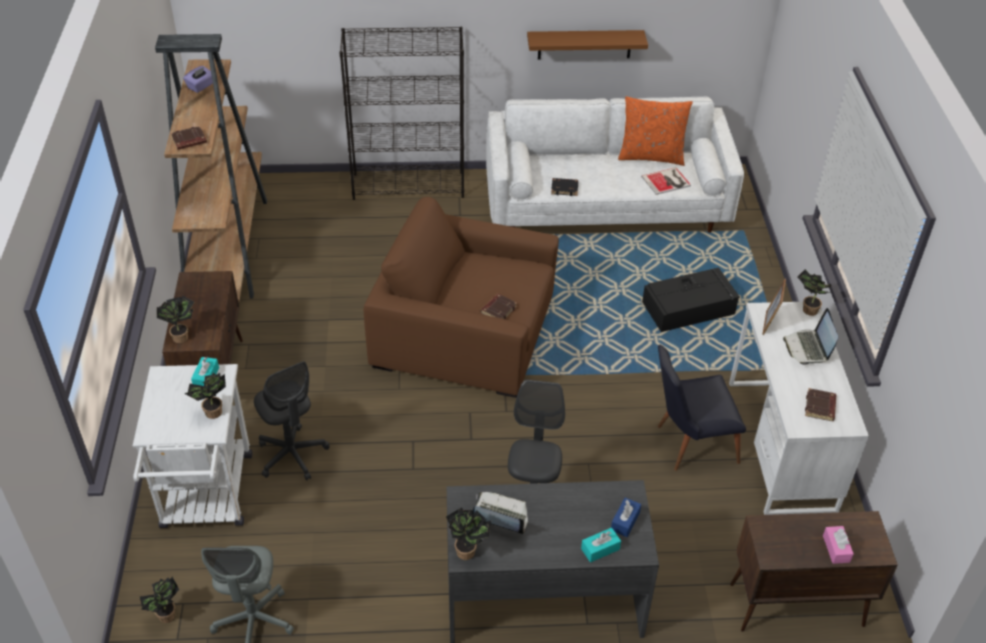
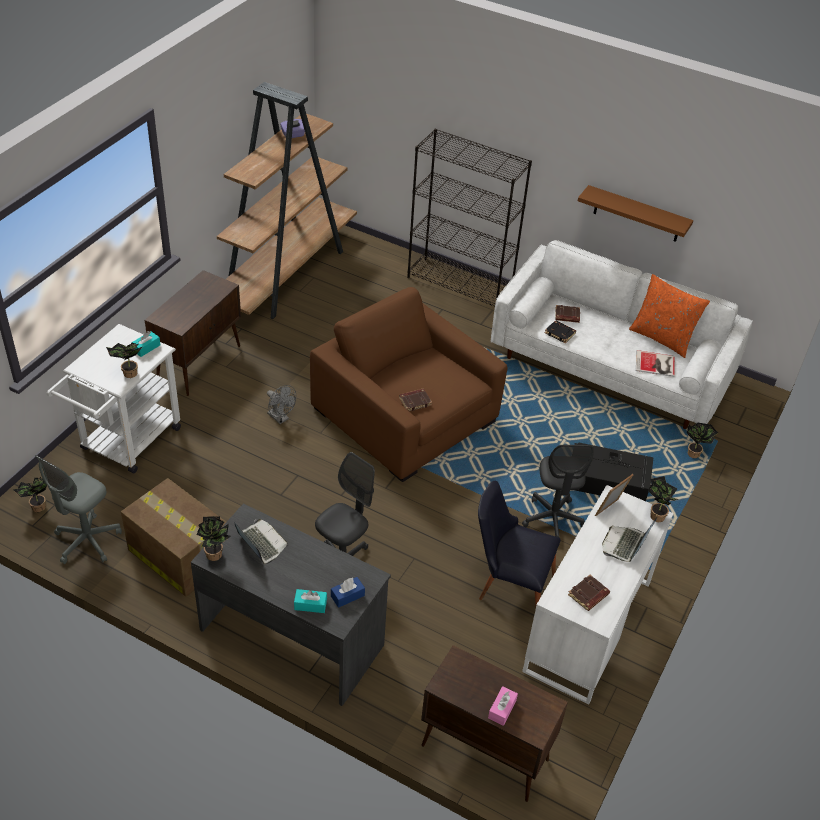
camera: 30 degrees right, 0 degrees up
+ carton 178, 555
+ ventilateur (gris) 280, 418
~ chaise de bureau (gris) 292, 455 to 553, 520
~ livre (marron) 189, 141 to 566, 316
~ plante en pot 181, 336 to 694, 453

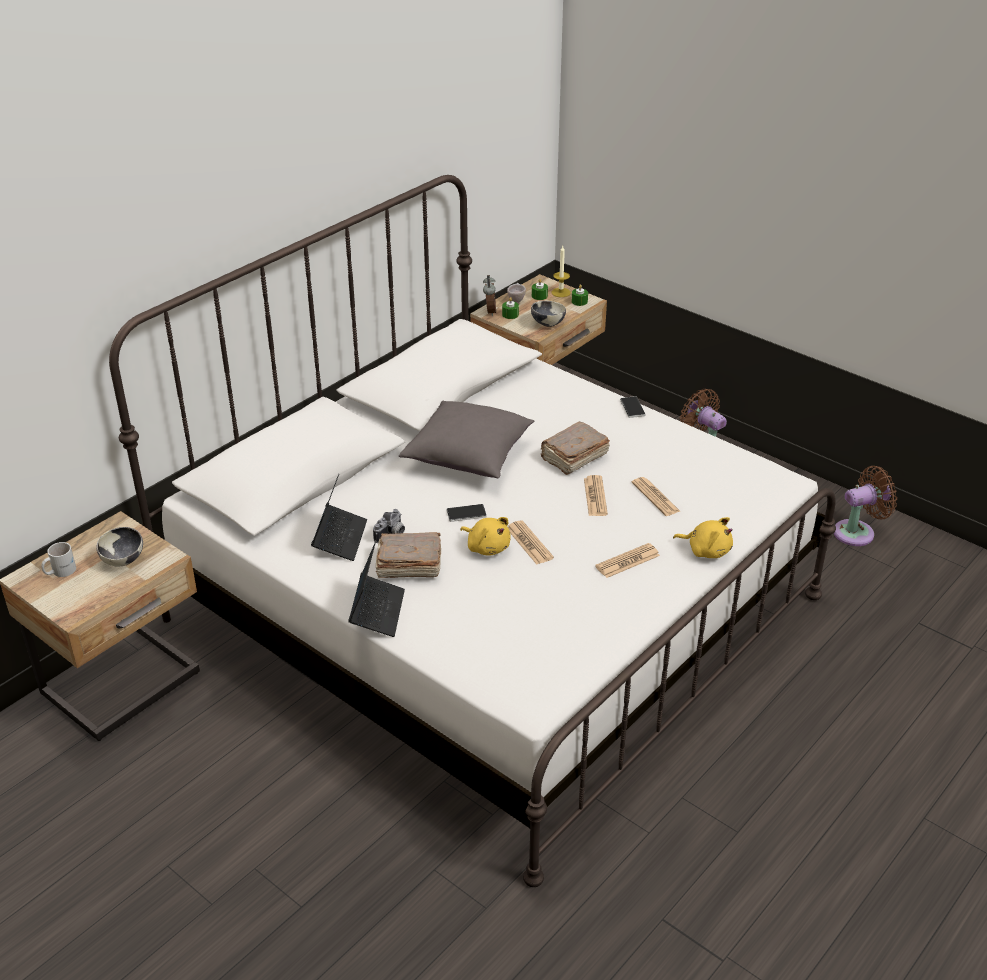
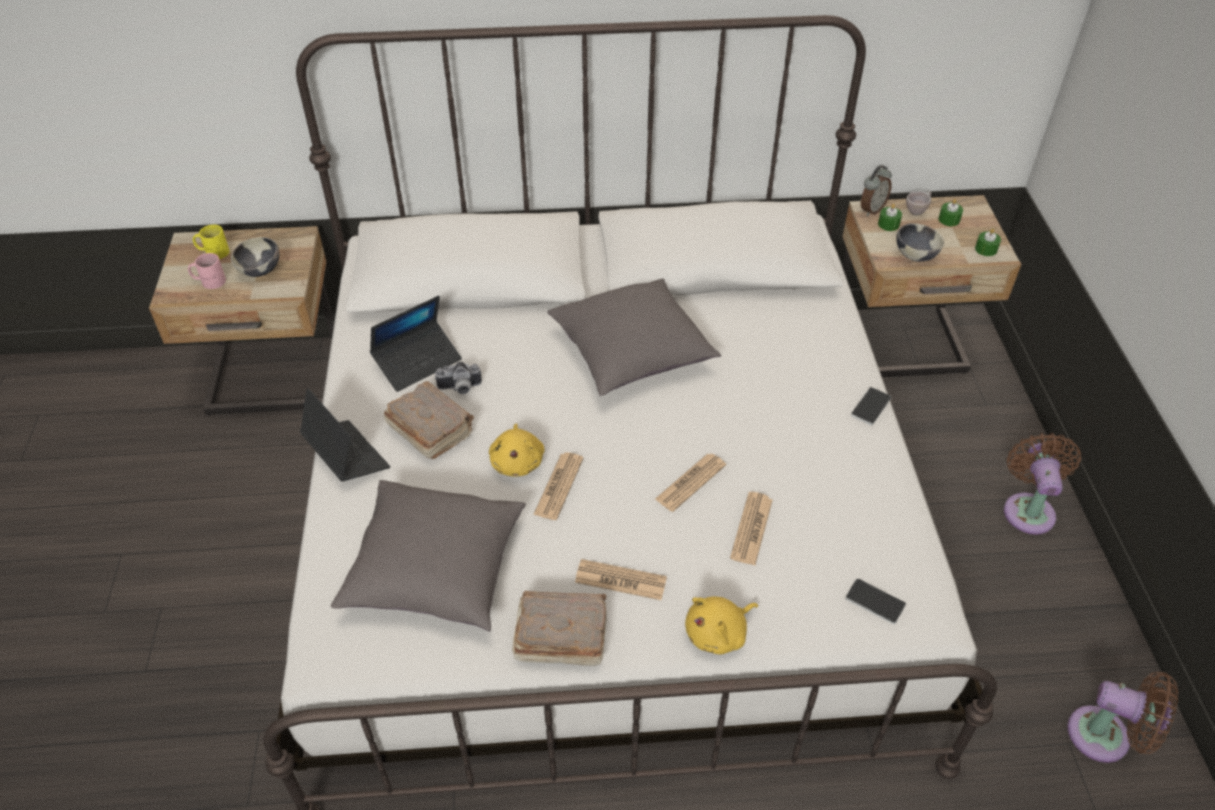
camera: 45 degrees right, 10 degrees up
+ mug (rose) 209, 280
~ mug (blanc) 59, 571 to mug (jaune) 213, 251
~ ordinateur portable 377, 611 = 346, 456 90 degrees counterclockwise
+ coussin (gris) 435, 572
~ livre (marron) 573, 457 to 559, 637
~ peluche (jaune) 706, 550 = 718, 633 75 degrees clockwise
~ téléphone 466, 514 to 875, 602
- bougie 561, 292

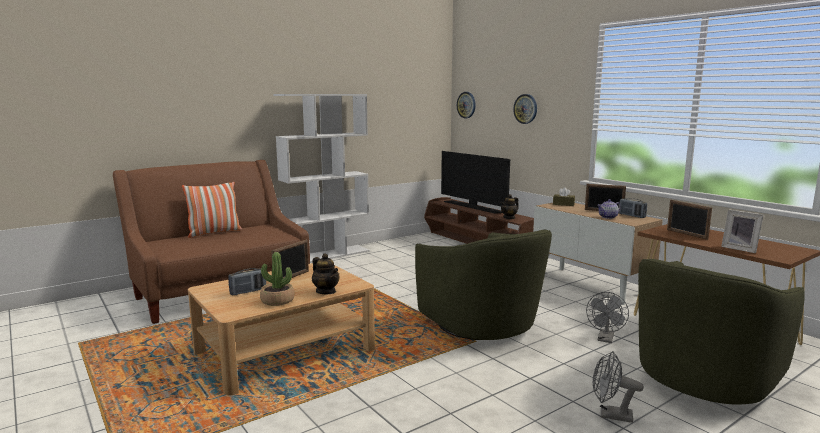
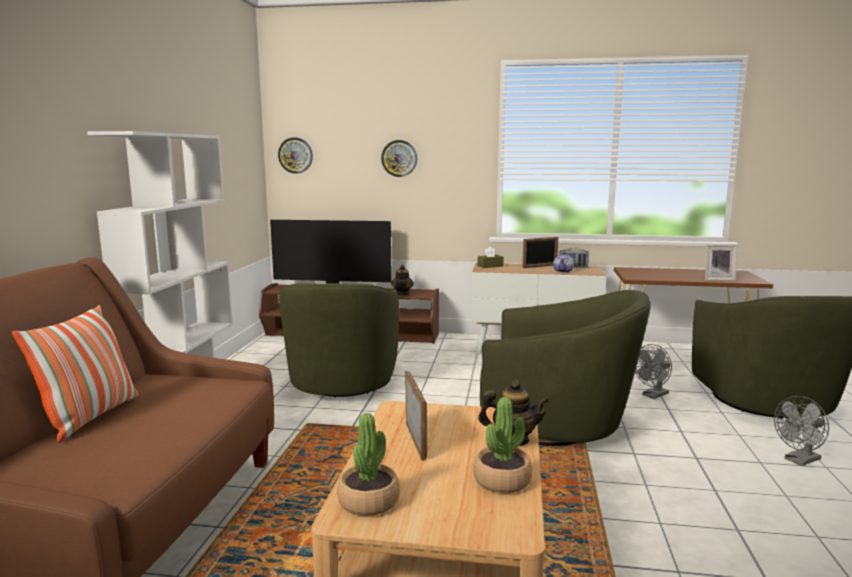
camera: 45 degrees left, 0 degrees up
+ fauteuil (vert) 342, 385
+ plante en pot 369, 501
~ ventilateur (gris) 605, 339 = 653, 395 75 degrees clockwise
- radio 248, 291
- cadre photo 686, 234

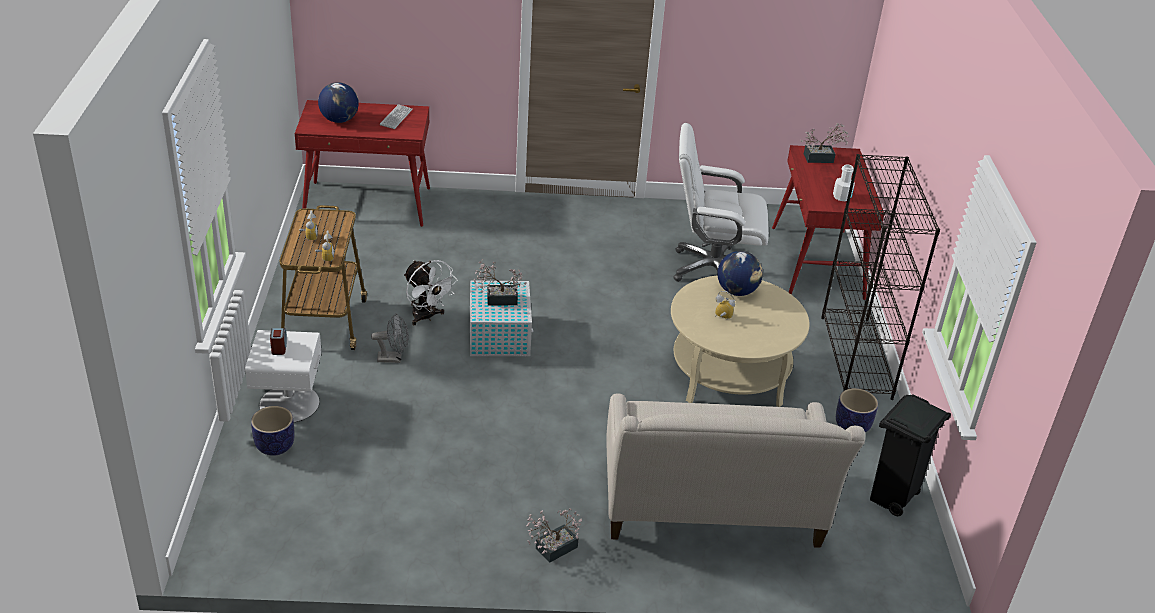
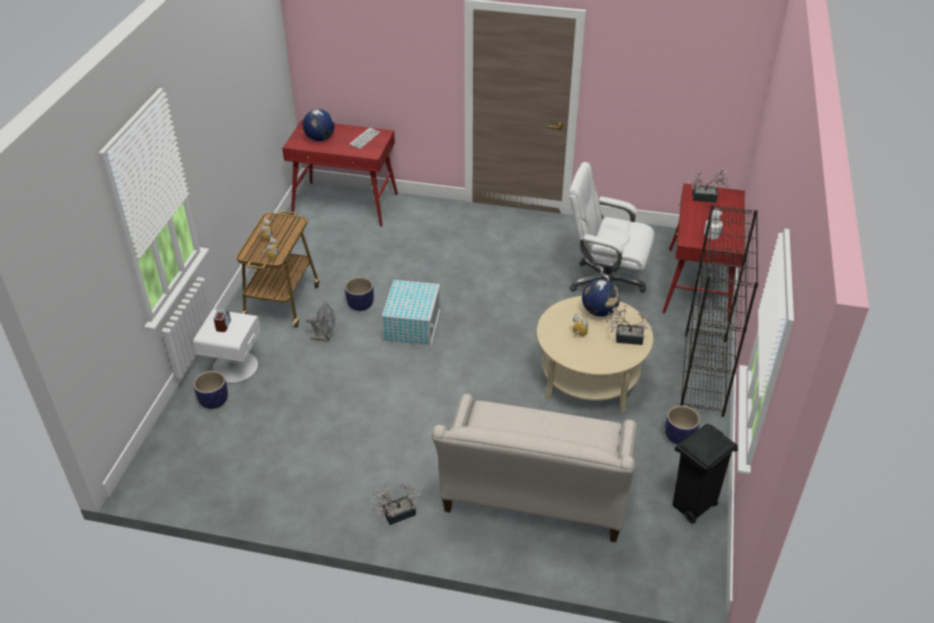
camera: 15 degrees right, 5 degrees up
~ ventilateur (blanc) 426, 317 to cache-pot 360, 304
~ plante en pot 497, 299 to 625, 337

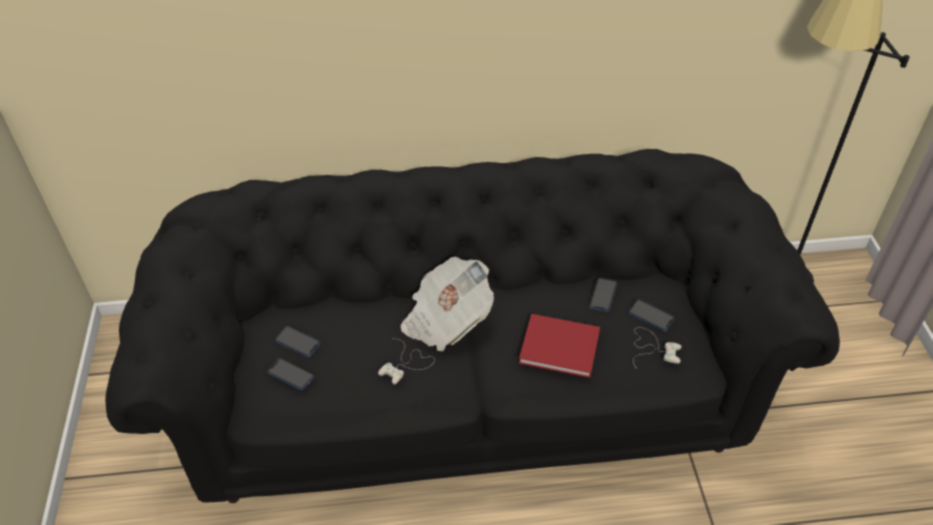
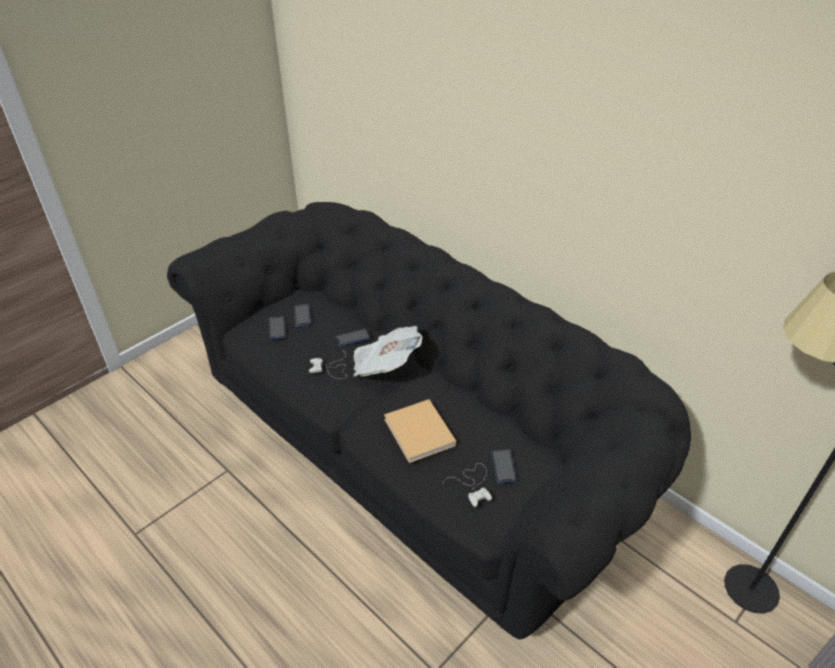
camera: 50 degrees right, 5 degrees down
~ téléphone 603, 295 to 352, 338
~ livre (rouge) 562, 348 to livre (beige) 420, 434

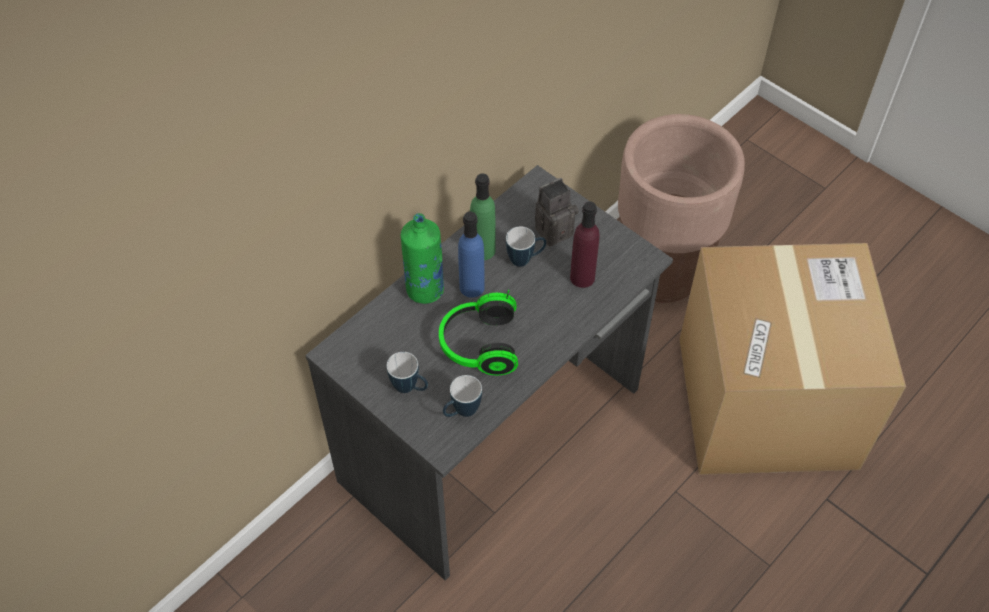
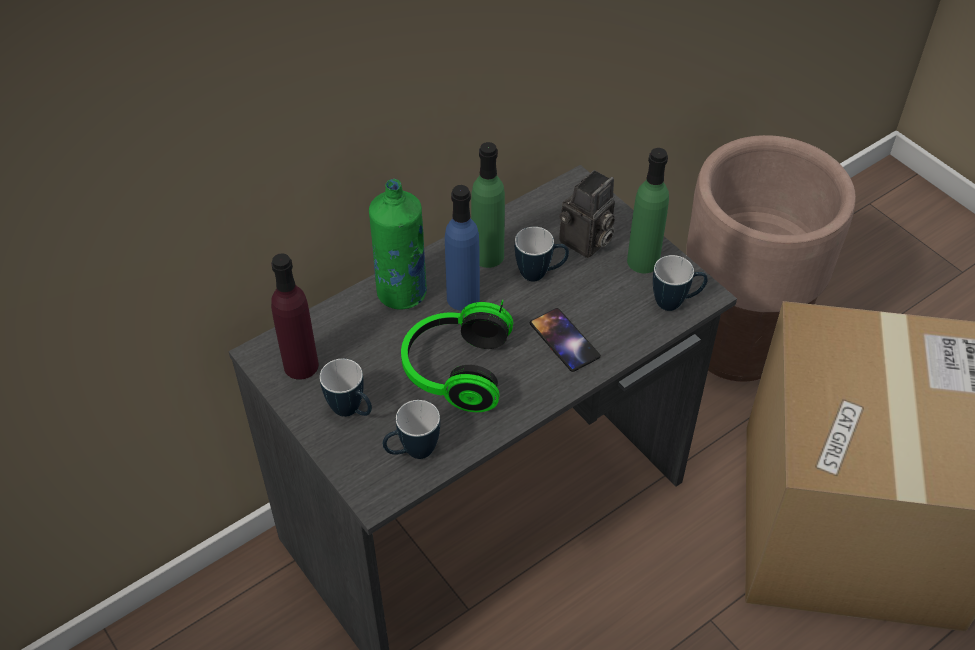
camera: 10 degrees right, 5 degrees down
~ bouteille (violet) 582, 277 to 301, 365
+ téléphone 564, 340
~ appareil photo 554, 229 = 586, 243 150 degrees clockwise
+ bouteille (vert) 643, 261
+ mug 676, 302

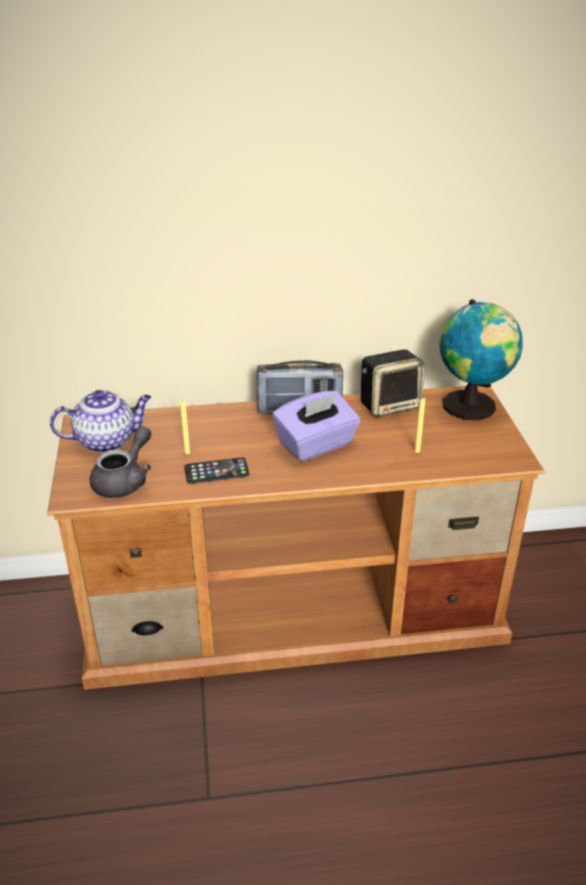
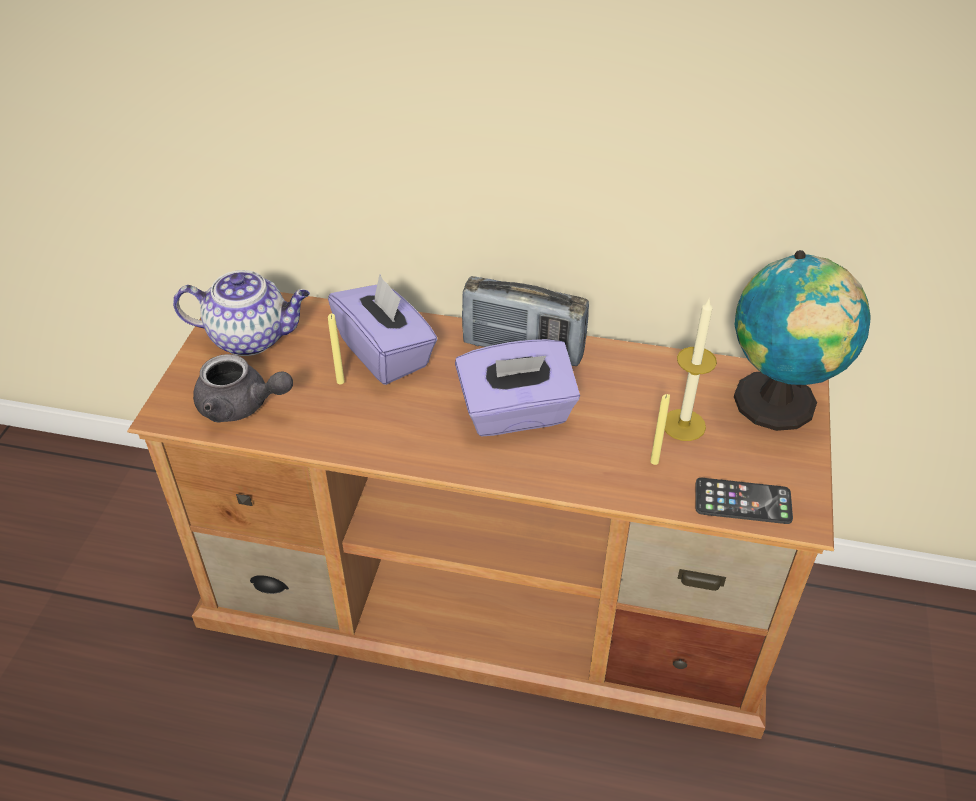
camera: 20 degrees right, 10 degrees up
~ théière (gris) 125, 480 = 242, 406 60 degrees clockwise
+ boîte à mouchoirs (violet) 386, 353
+ bougie 683, 425
~ téléphone 216, 471 to 743, 501
- enceinte 390, 405

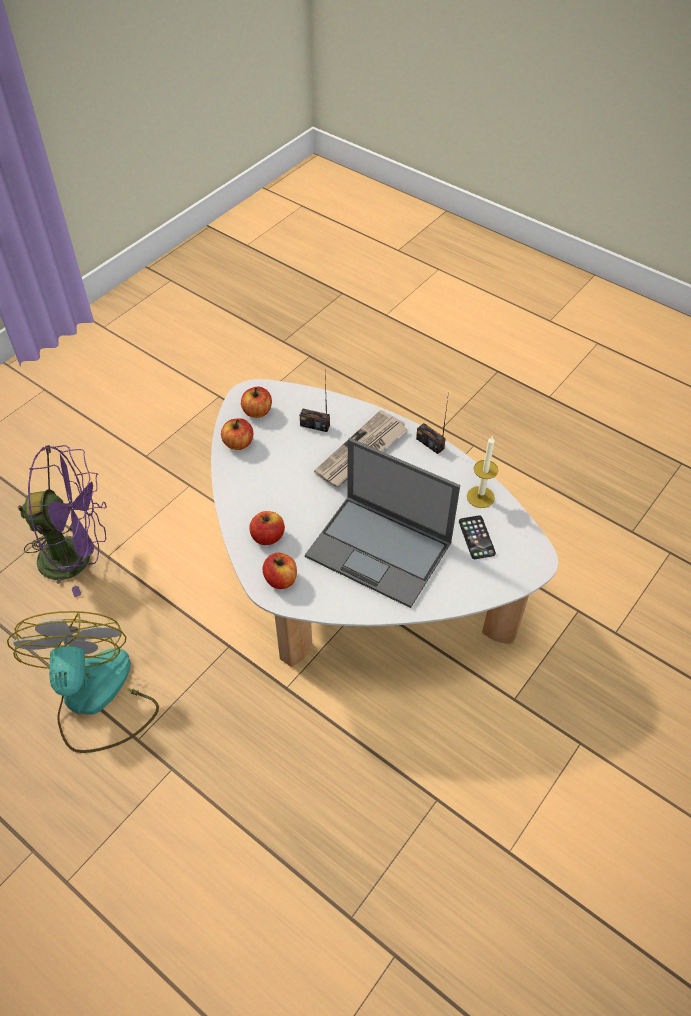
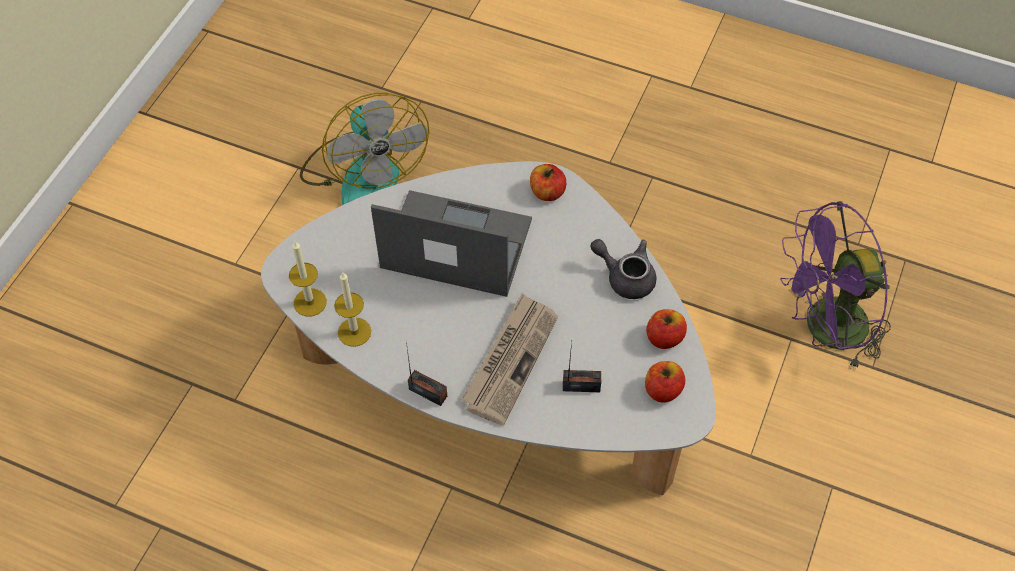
camera: 165 degrees right, 5 degrees up
+ bougie 310, 302
~ ventilateur 96, 699 to 363, 172
+ théière (gris) 625, 277
- pomme 267, 536
- téléphone 476, 537

